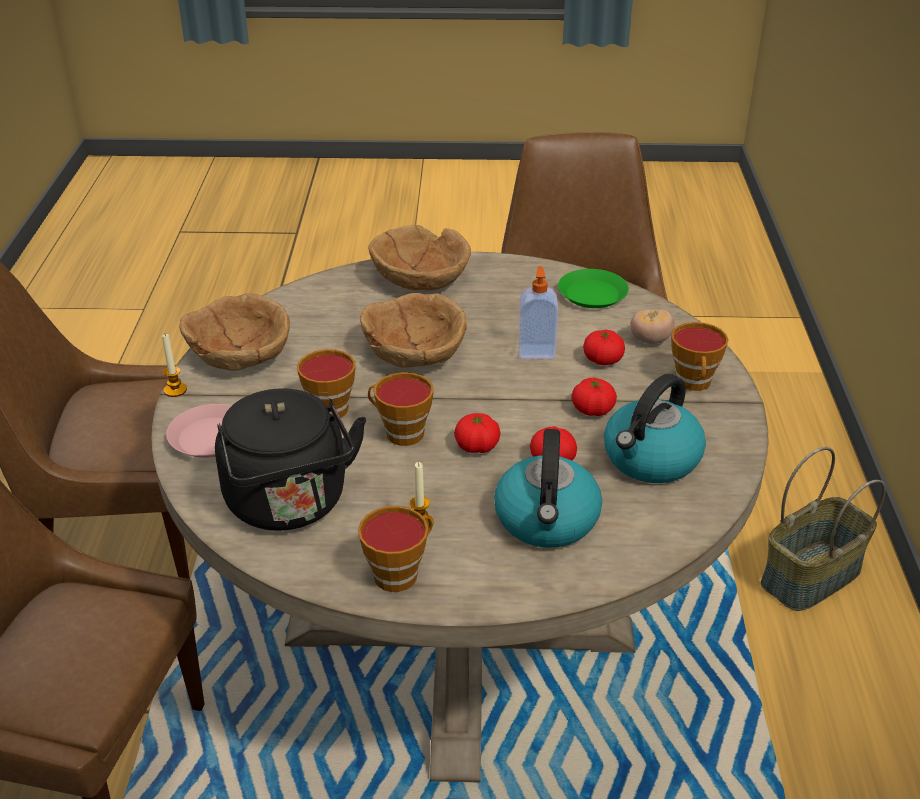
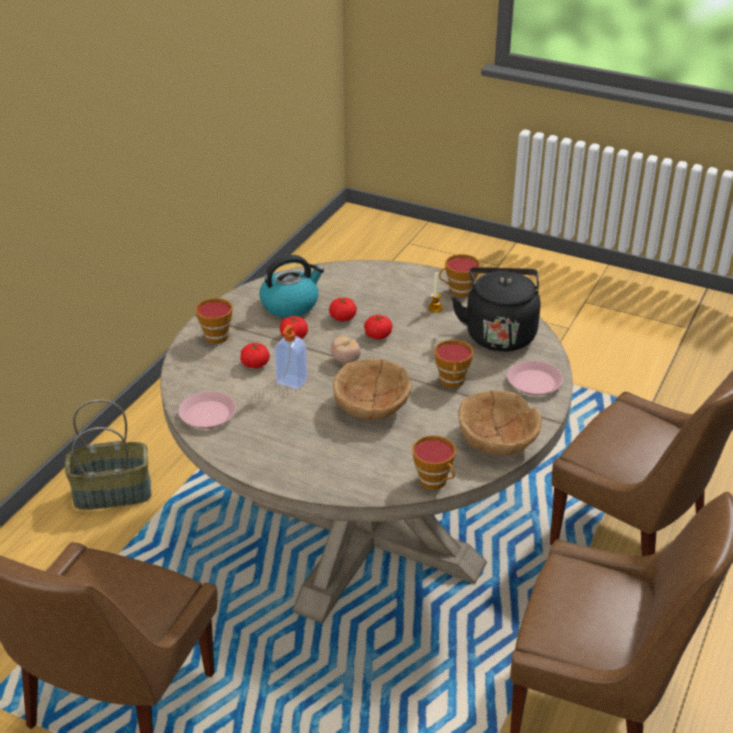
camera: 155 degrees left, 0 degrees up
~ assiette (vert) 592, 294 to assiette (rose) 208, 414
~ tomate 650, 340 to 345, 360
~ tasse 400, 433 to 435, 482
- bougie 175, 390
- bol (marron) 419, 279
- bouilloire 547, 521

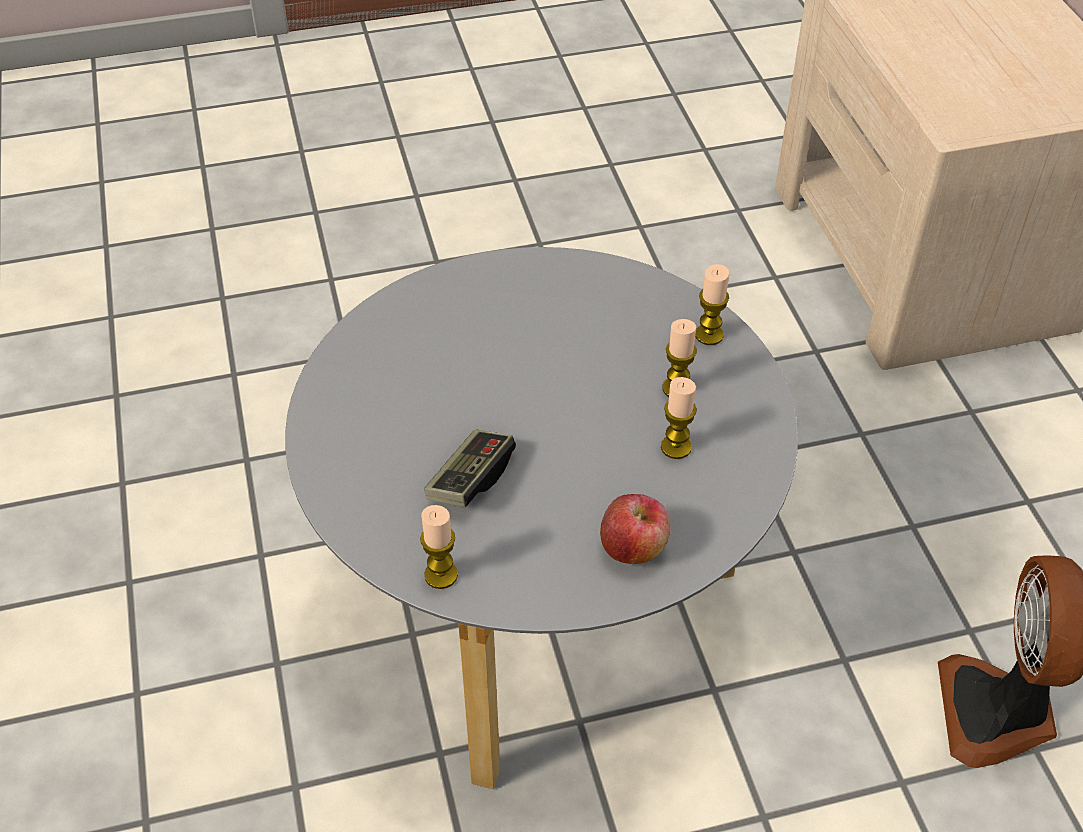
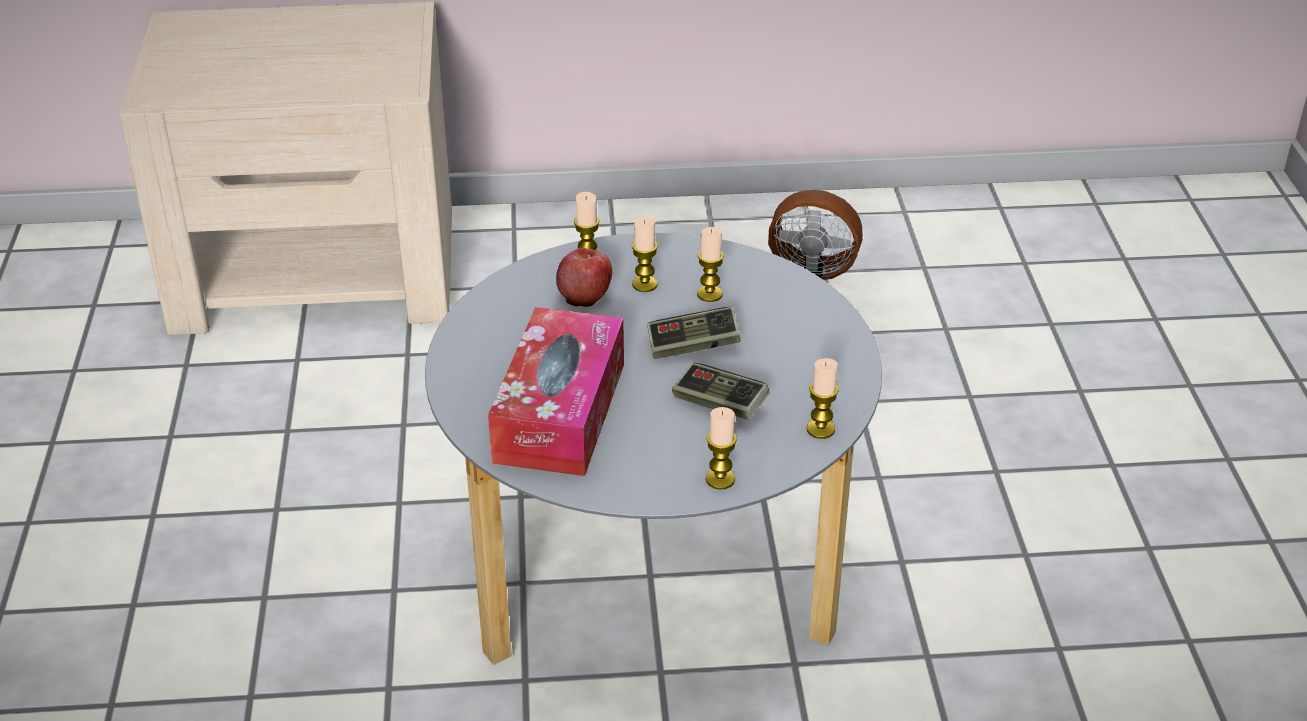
camera: 80 degrees left, 10 degrees down
+ boîte à mouchoirs 560, 412
~ pomme 633, 547 to 585, 295
+ manette 693, 346
+ bougie 720, 479

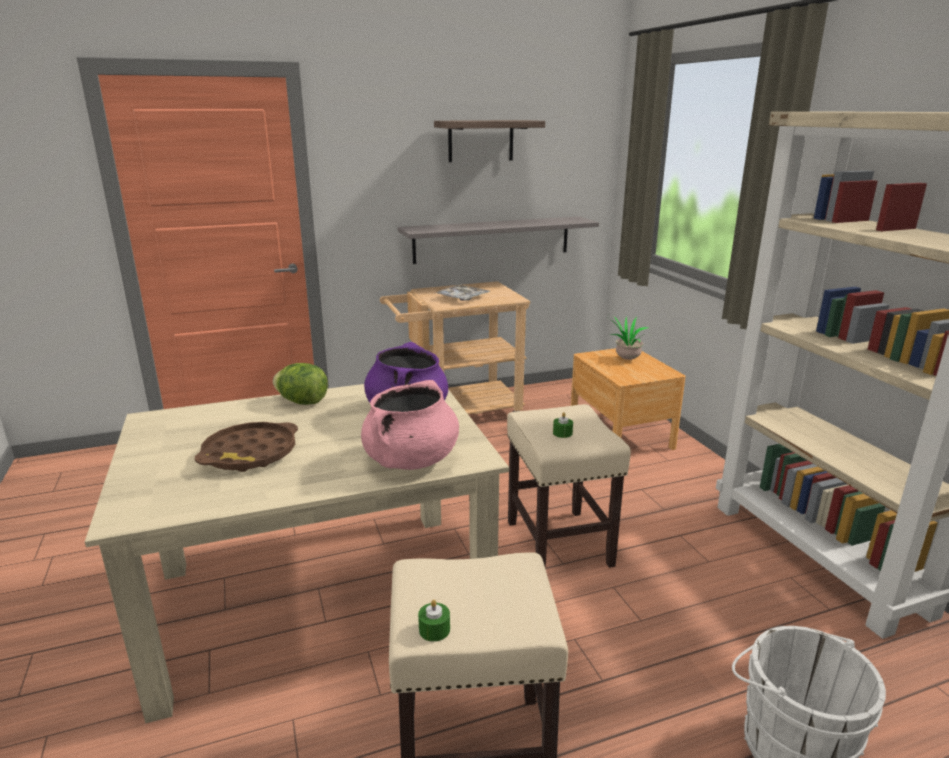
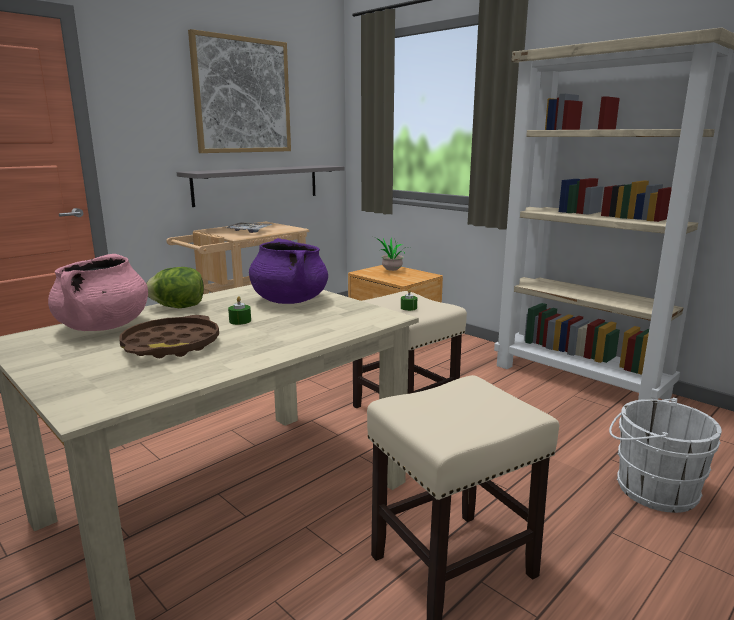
camera: 25 degrees left, 5 degrees down
~ marmite (rose) 411, 460 to 104, 326
~ étagère 481, 141 to tableau 242, 96
~ bougie (vert) 434, 629 to 240, 321

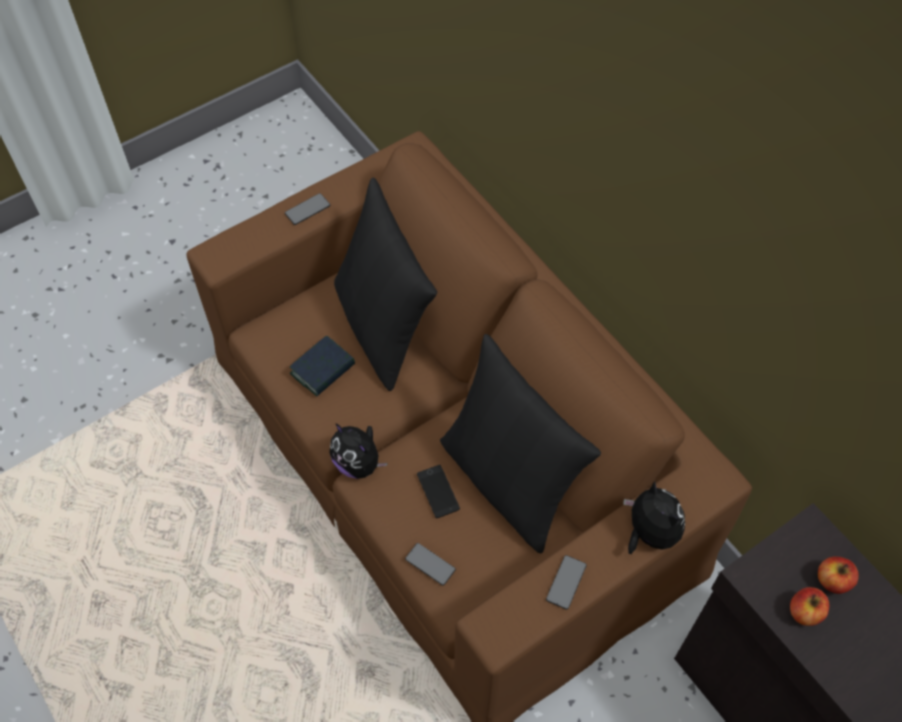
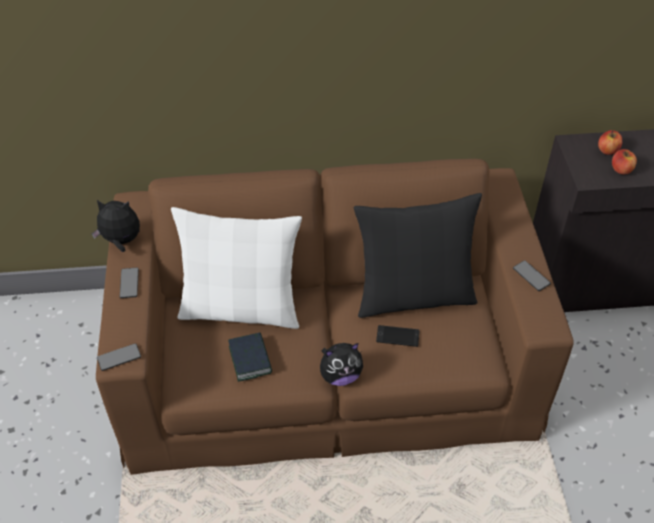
camera: 60 degrees left, 10 degrees down
~ peluche 649, 533 to 121, 241
~ téléphone 430, 564 to 119, 357
~ coussin (noir) 382, 327 to coussin (blanc) 241, 309

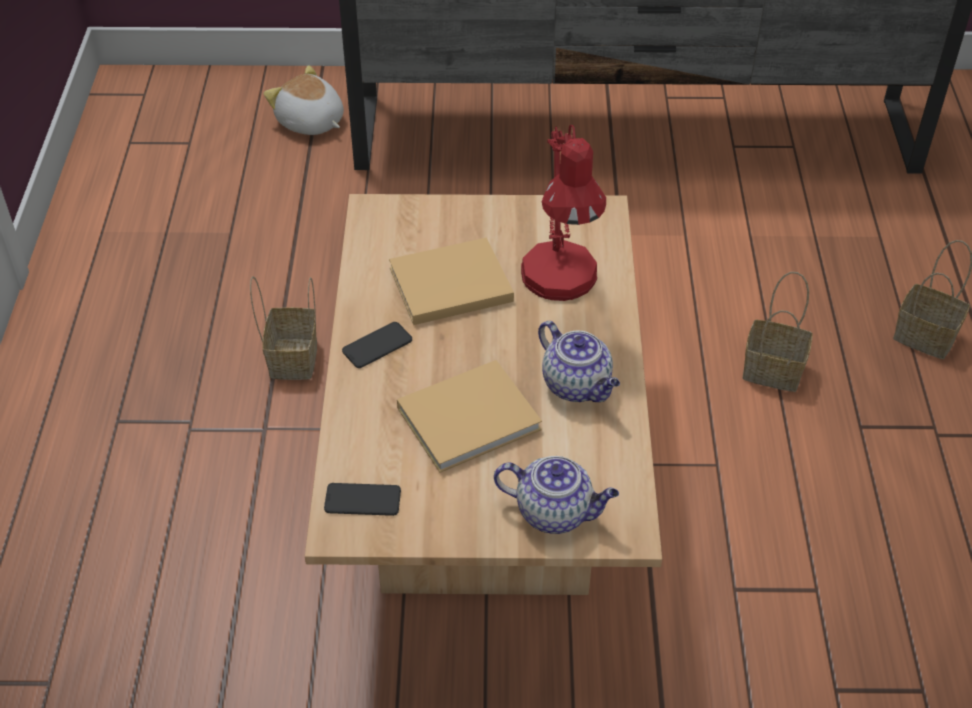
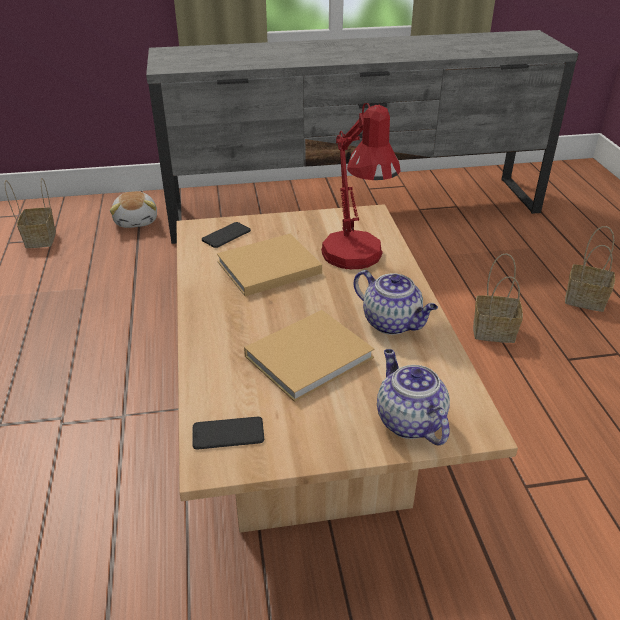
camera: 10 degrees left, 10 degrees down
~ panier 292, 357 to 40, 238
~ peluche 310, 123 = 137, 221 135 degrees counterclockwise
~ téléphone 377, 345 to 226, 235
~ théière 555, 512 = 408, 421 120 degrees counterclockwise

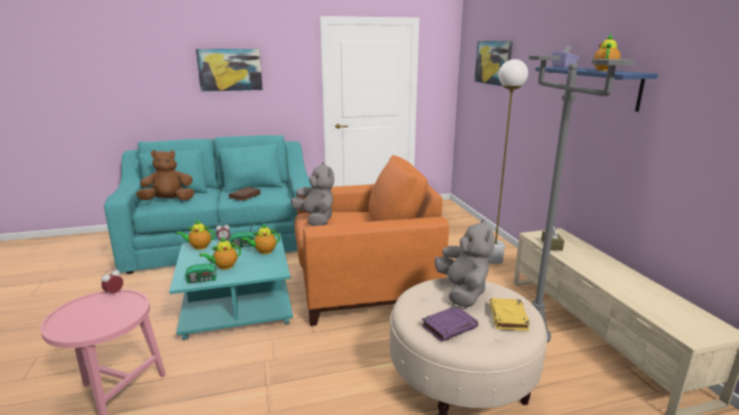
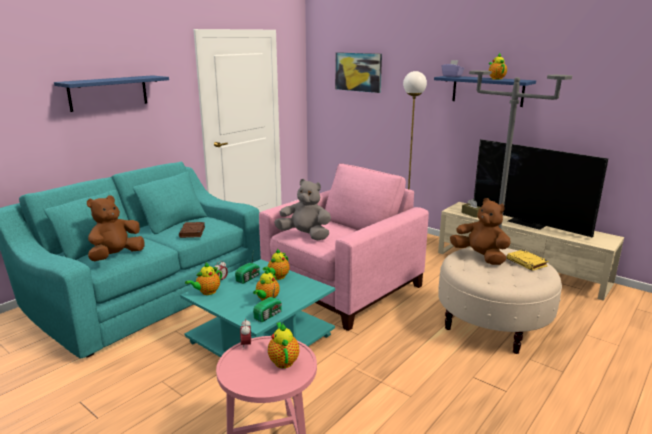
camera: 35 degrees left, 0 degrees up
~ tableau 230, 69 to étagère (bleu) 108, 93
~ fauteuil (orange) 363, 285 to fauteuil (rose) 342, 288
+ théière 283, 360
~ peluche (gris) 462, 292 to peluche (marron) 480, 257
+ téléviseur 528, 223
- livre (violet) 449, 326

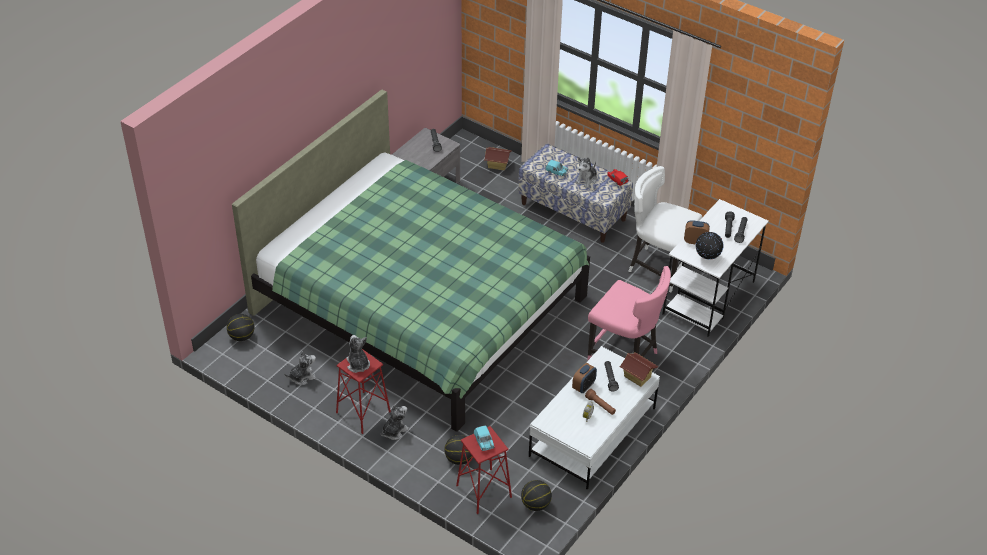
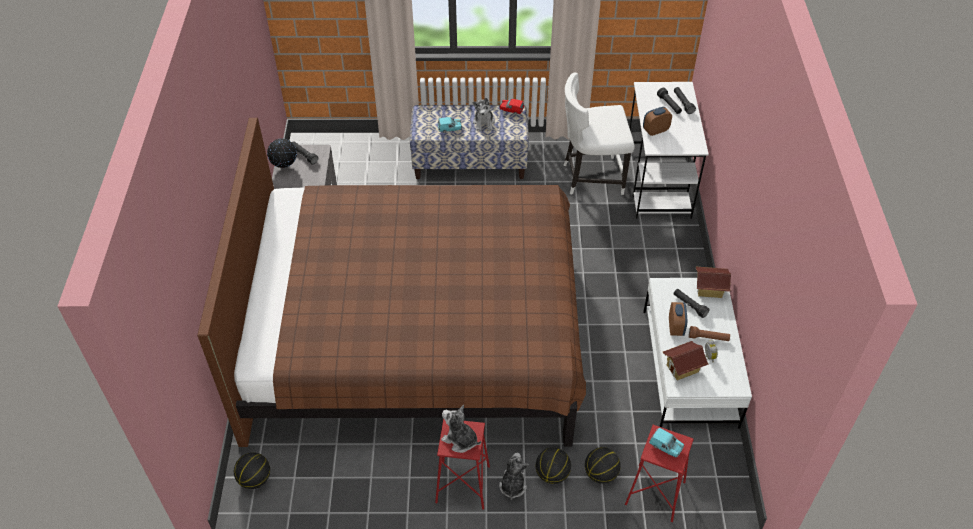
camera: 35 degrees left, 5 degrees up
~ lit (vert) 420, 306 to lit (marron) 414, 334
~ globe 707, 258 to 284, 166
~ ballon de basket 536, 504 to 552, 474
~ maison miniature 497, 165 to 682, 368
- peluche 302, 377
- chaise (rose) 624, 356

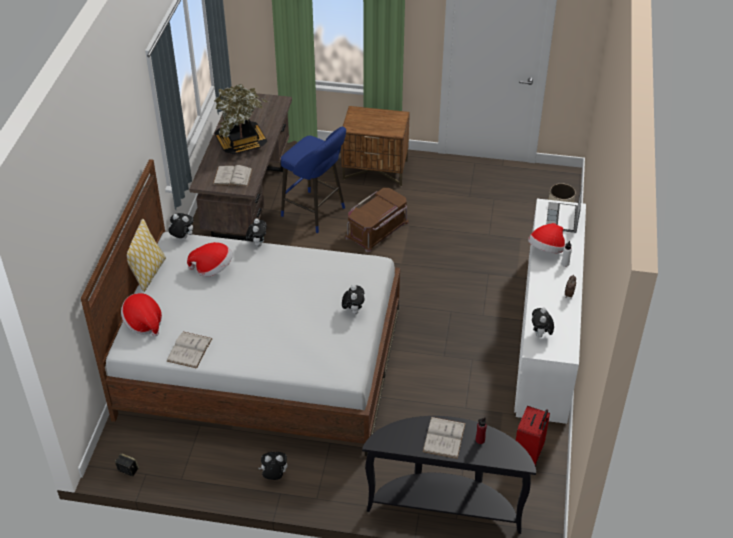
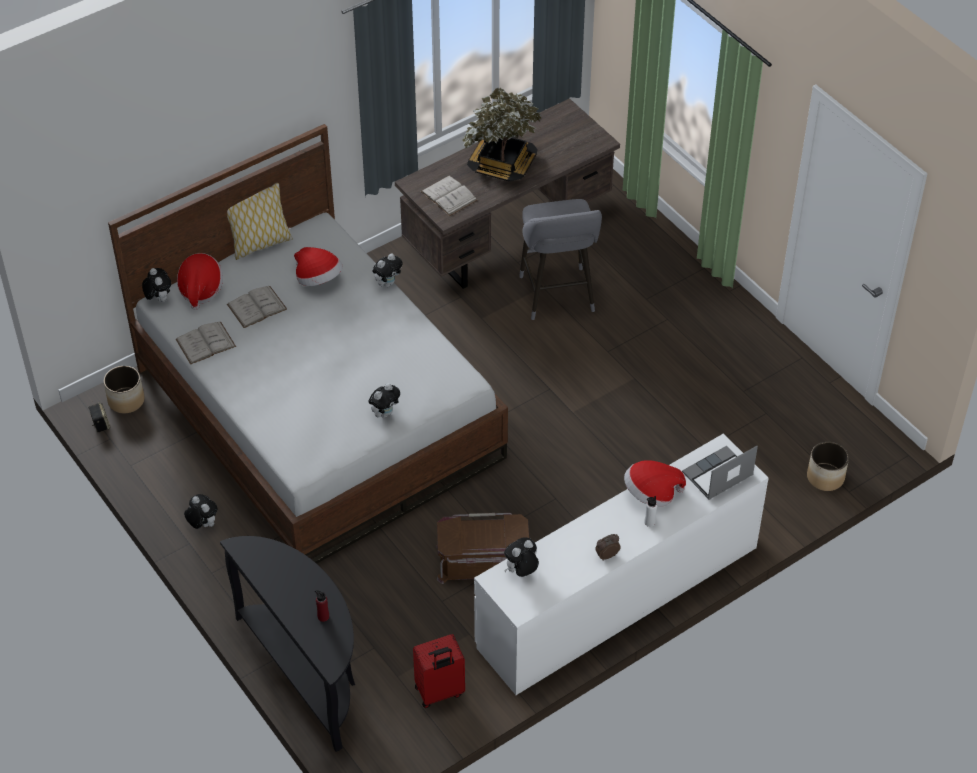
camera: 45 degrees right, 5 degrees up
+ cache-pot 126, 401
~ peluche 182, 237 to 159, 299
~ livre (blanc) 444, 437 to 257, 307
~ boîte de rangement (marron) 377, 230 to 483, 562
~ tabouret (bleu) 316, 213 to tabouret (gris) 557, 297
- table de chevet (marron) 375, 170

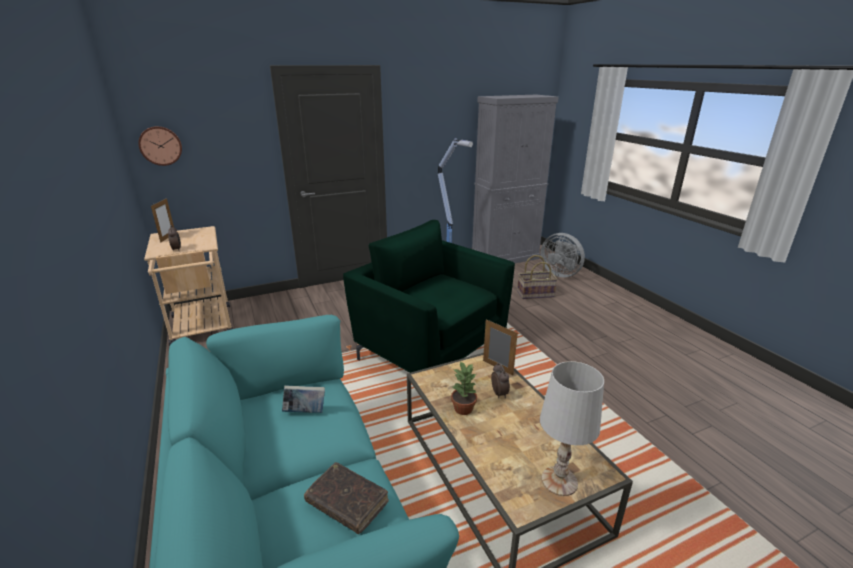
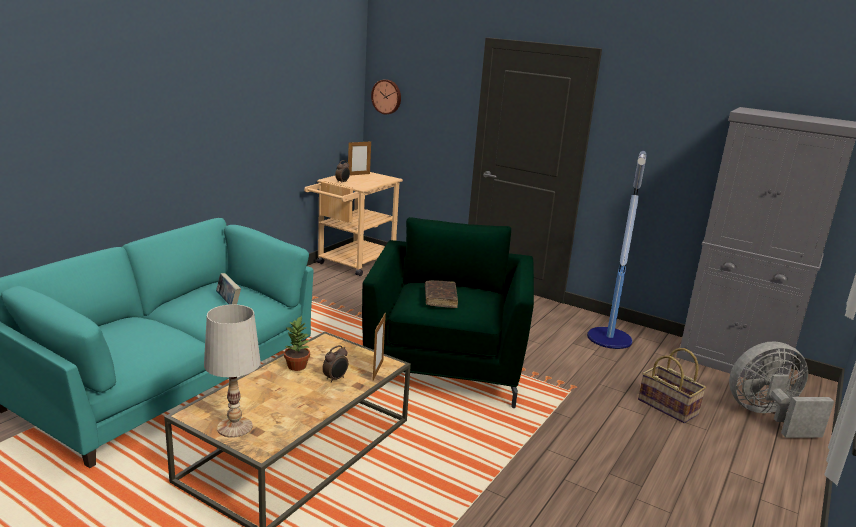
camera: 55 degrees right, 5 degrees down
~ livre (marron) 347, 503 to 440, 299
~ ventilateur (gris) 560, 273 = 767, 416 75 degrees clockwise

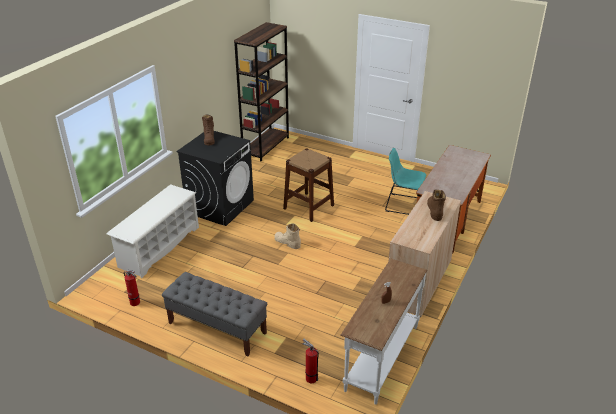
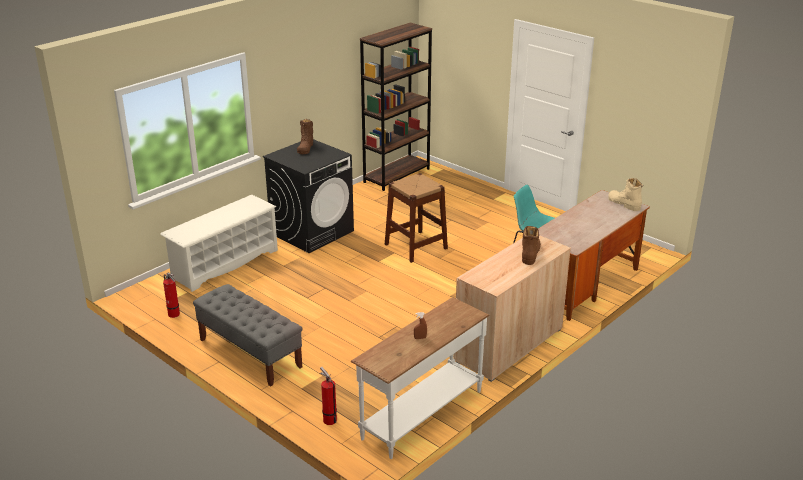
camera: 15 degrees right, 5 degrees down
~ botte (beige) 287, 242 to 624, 204

